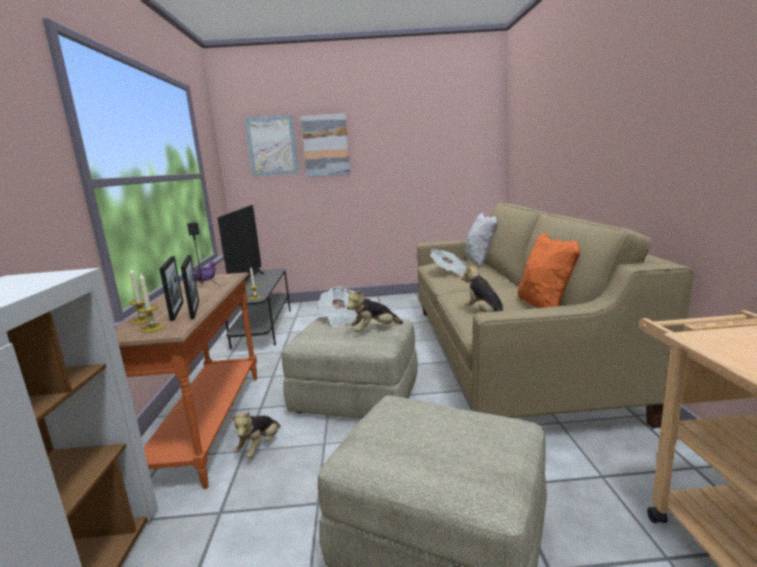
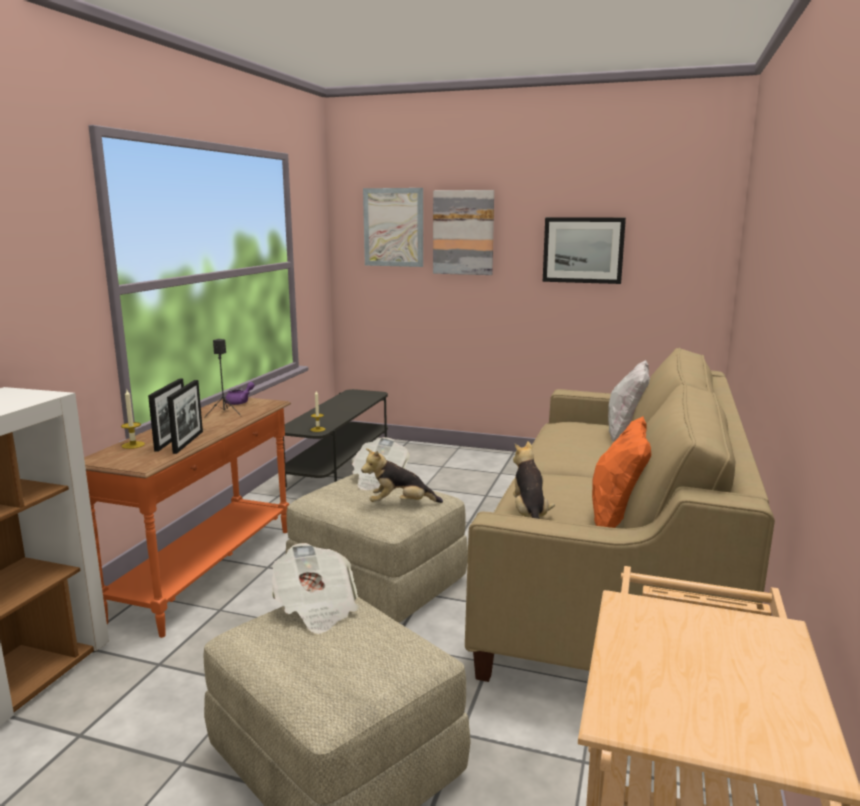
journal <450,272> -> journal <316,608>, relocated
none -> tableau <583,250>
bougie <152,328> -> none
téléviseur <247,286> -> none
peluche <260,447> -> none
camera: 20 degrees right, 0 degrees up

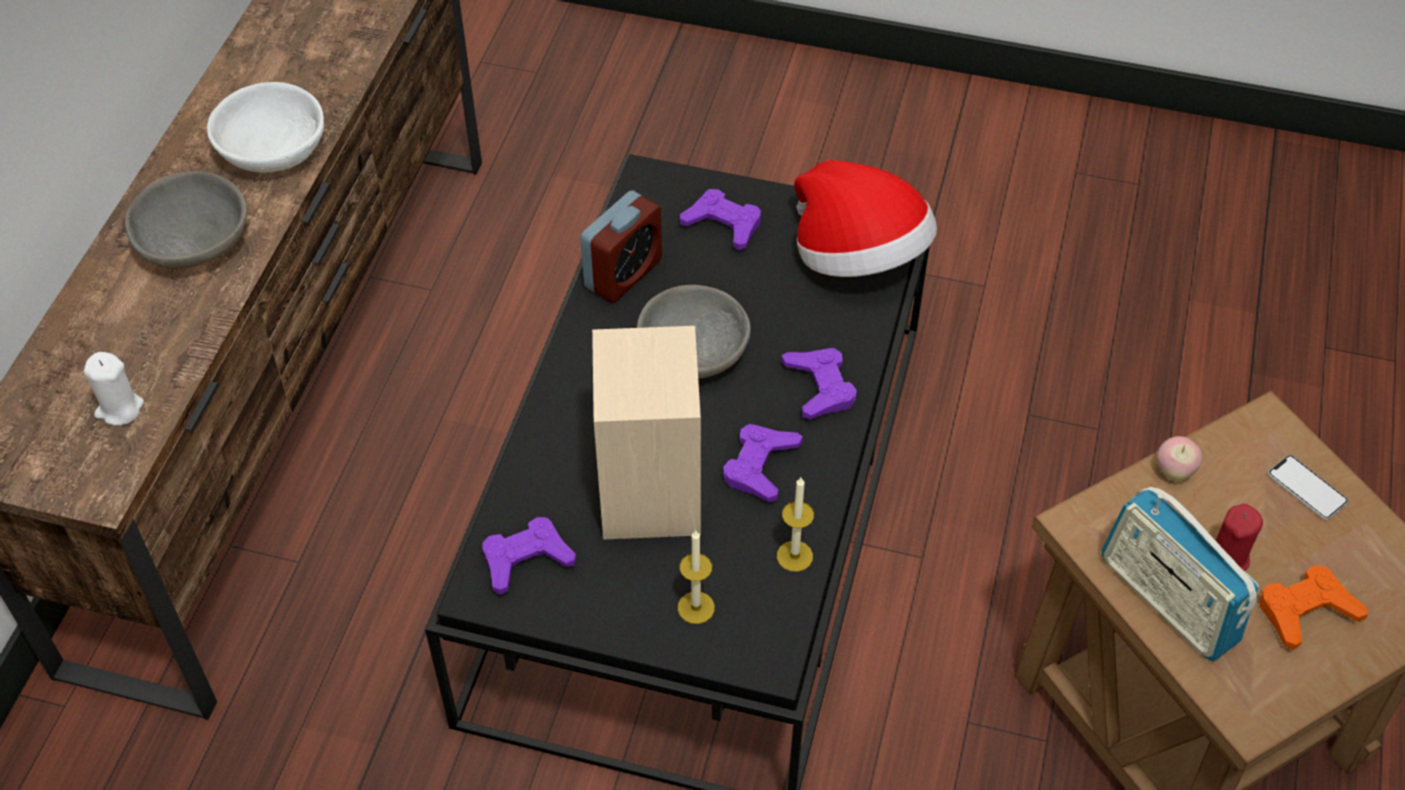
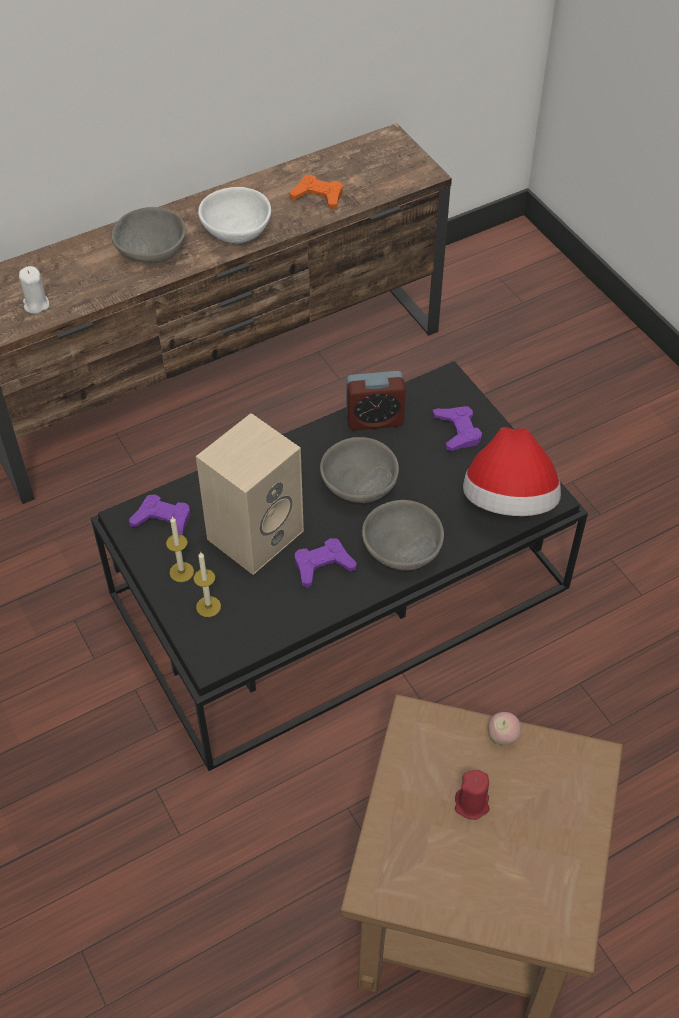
bougie <794,556> -> bougie <181,572>, relocated
manette (orange) <1306,611> -> manette (orange) <318,196>, relocated
manette (violet) <820,387> -> bol (gris) <402,551>
radio <1167,601> -> none
téléphone <1307,488> -> none
camera: 45 degrees right, 0 degrees up

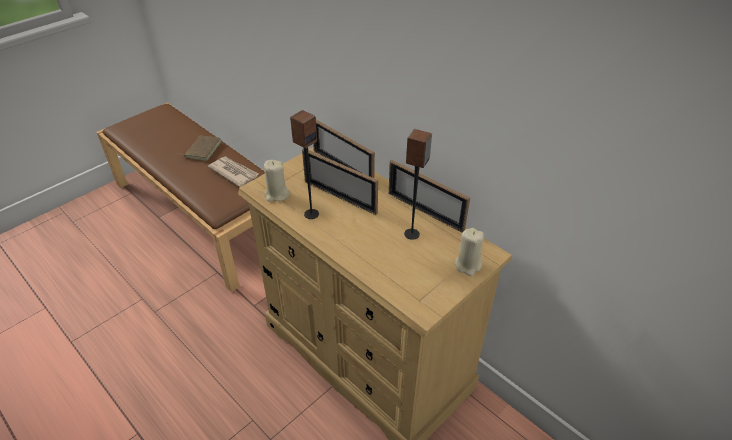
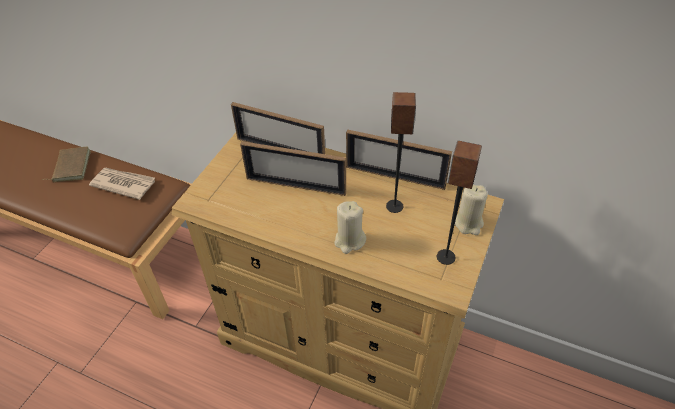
bougie (beige) <277,194> -> bougie (beige) <349,241>, relocated
enceinte <311,214> -> enceinte <445,257>, relocated
camera: 20 degrees left, 5 degrees up

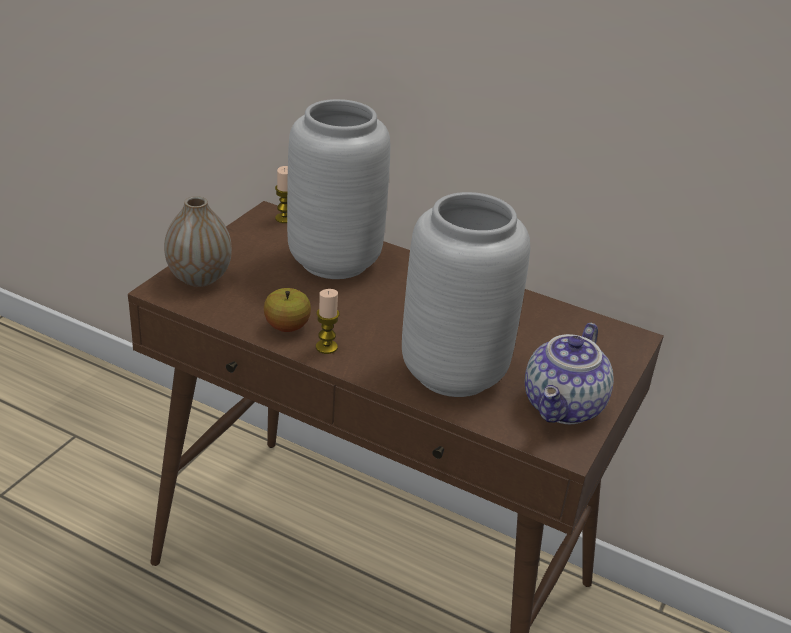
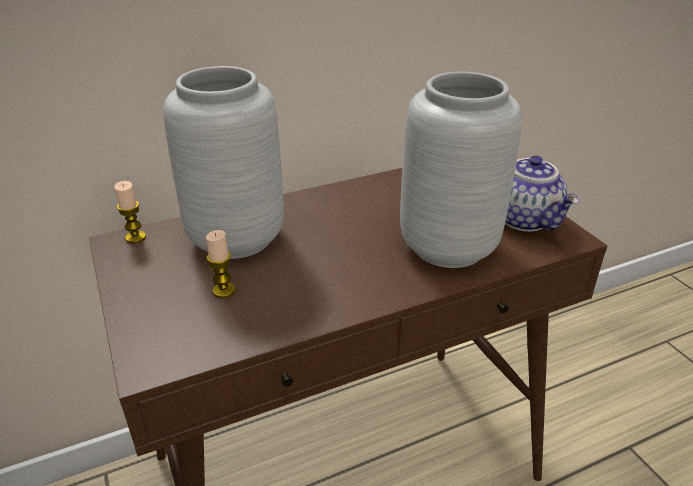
bougie <326,347> -> bougie <223,290>, relocated
vase <199,278> -> none
pomme <287,327> -> none
camera: 50 degrees left, 0 degrees up

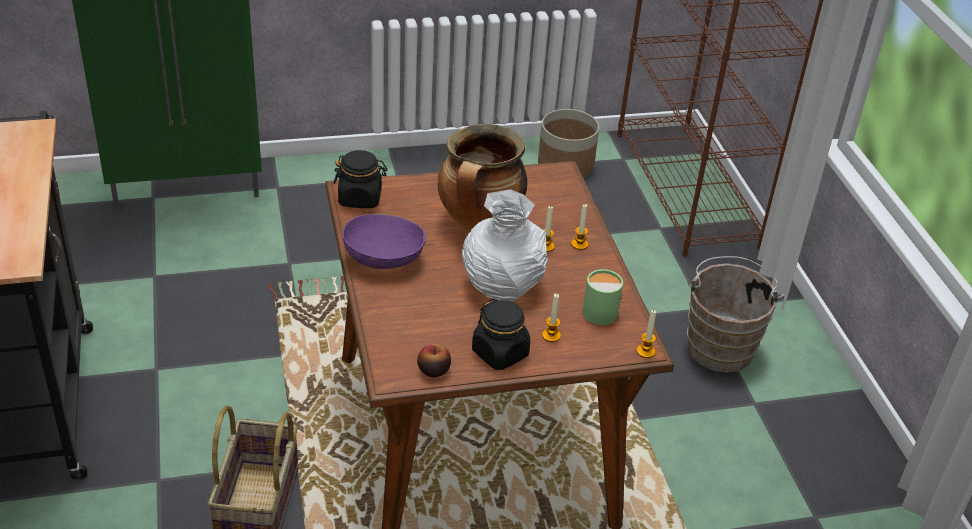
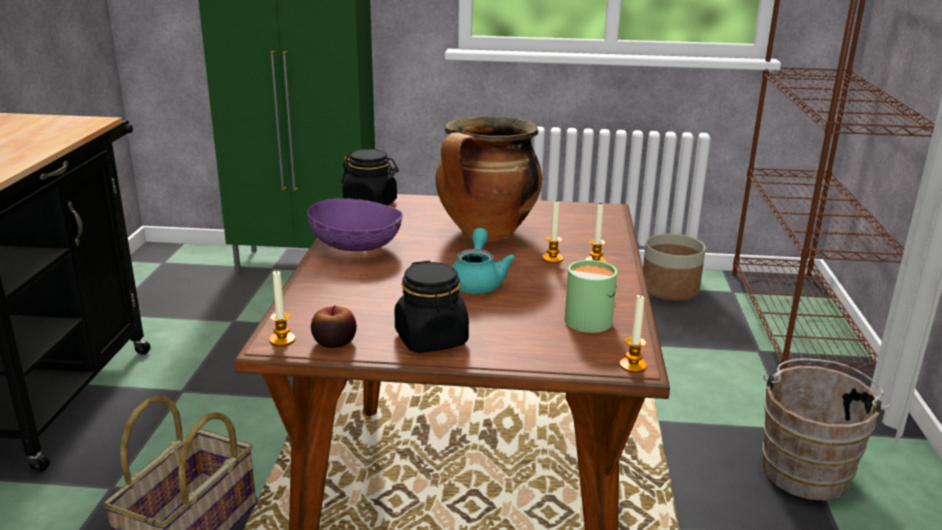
bougie <551,335> -> bougie <282,340>, relocated
vase (blanc) <502,284> -> théière (turquoise) <477,281>
camera: 20 degrees right, 15 degrees down

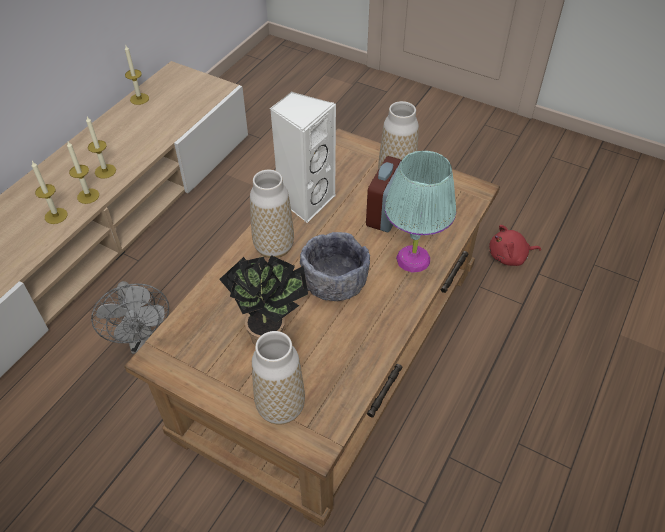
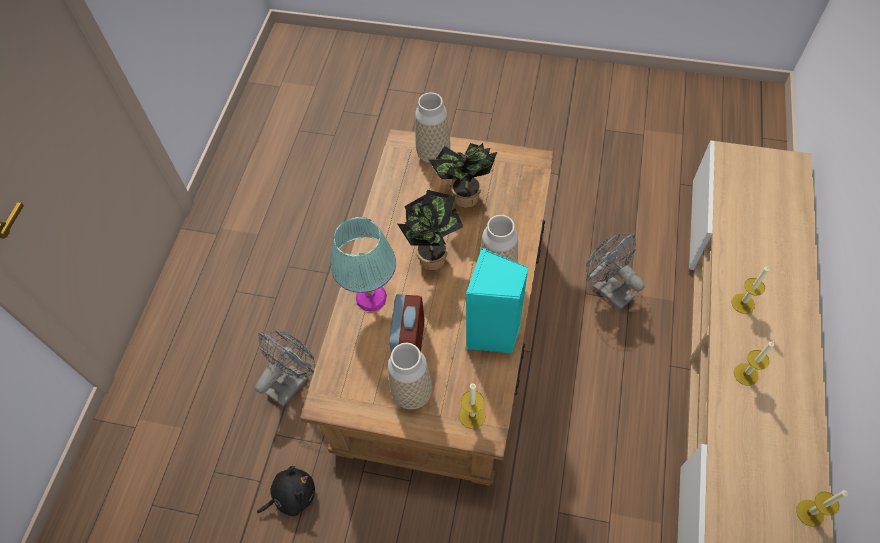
none -> ventilateur (gris) <292,380>
peluche (rouge) <509,256> -> peluche (noir) <292,495>
bol (gris) <334,282> -> plante en pot <432,255>
bougie <88,196> -> bougie <472,415>, relocated
enceinte (blanc) <305,200> -> enceinte (turquoise) <493,334>
camera: 165 degrees right, 10 degrees up

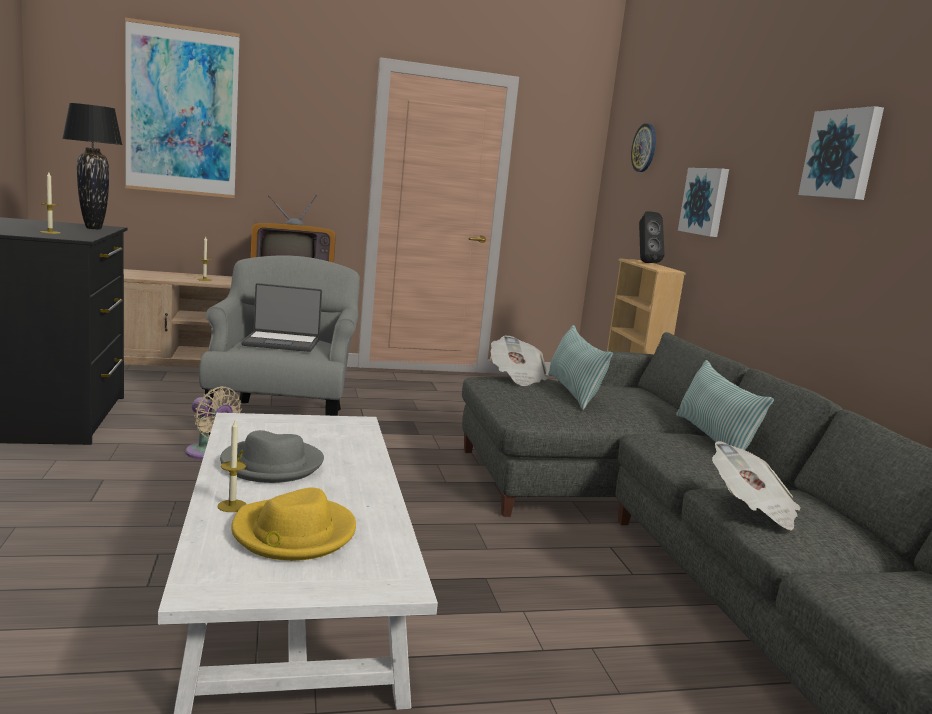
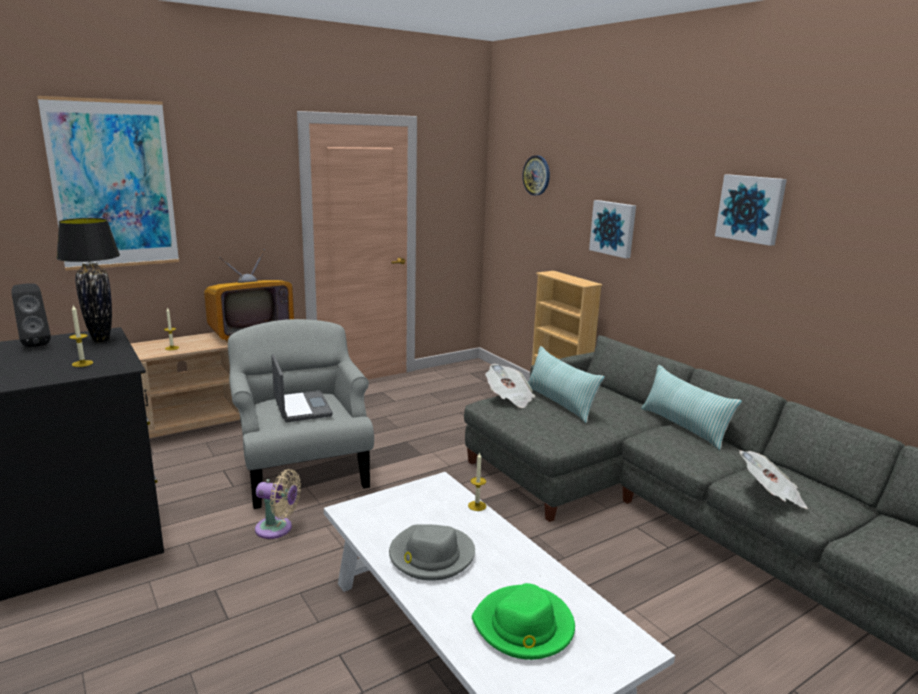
enceinte (noir) <645,262> -> enceinte (noir) <35,344>, relocated
ordinateur portable <282,343> -> ordinateur portable <301,407>, 90 degrees counterclockwise
bougie <232,506> -> bougie <477,506>, relocated
chapeau (jaune) <293,534> -> chapeau (vert) <524,626>
camera: 20 degrees left, 5 degrees up

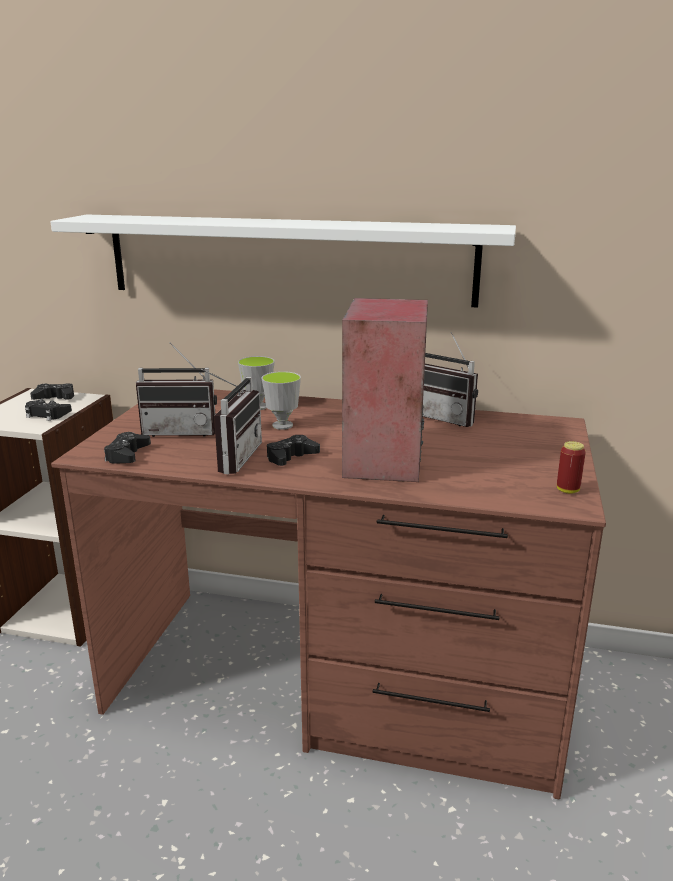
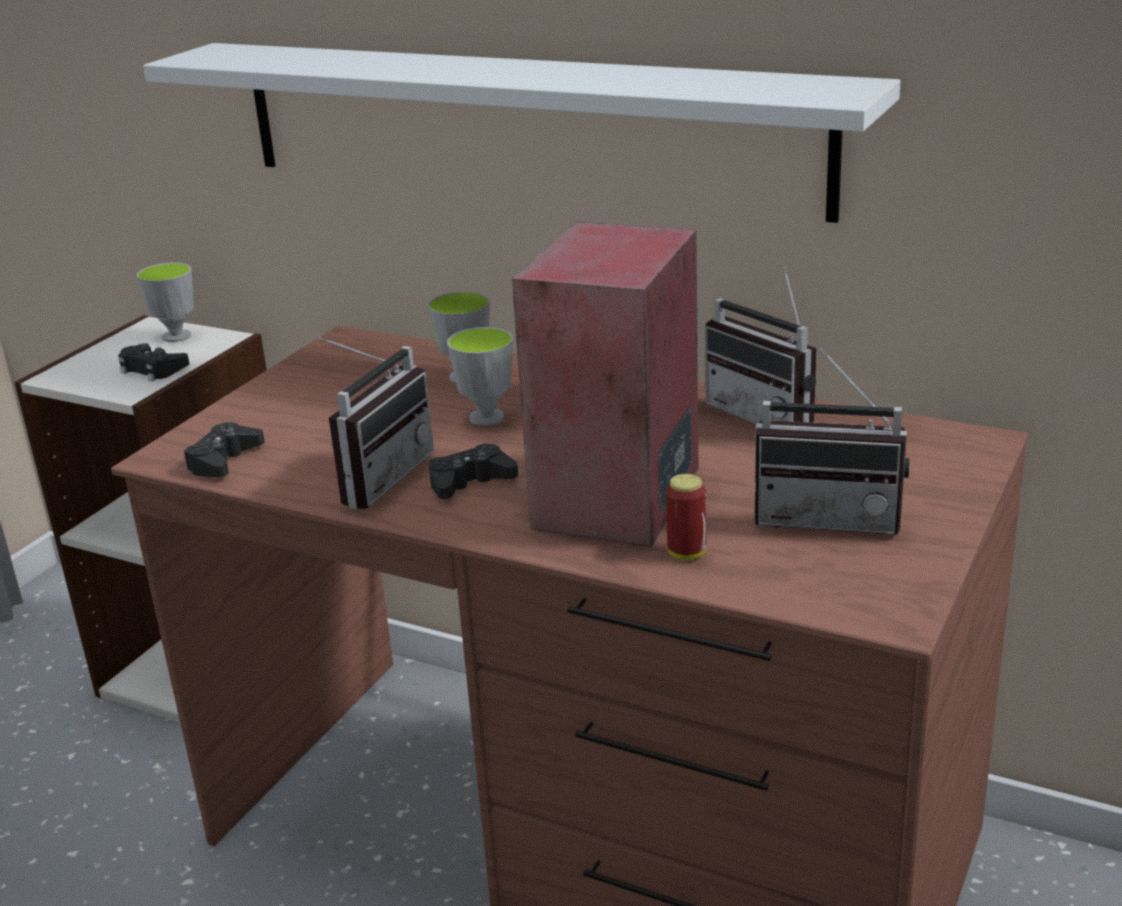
manette (noir) <55,397> -> tasse <176,336>
boîte métallique <567,490> -> boîte métallique <686,553>, relocated
radio <182,431> -> radio <829,517>, relocated
camera: 15 degrees right, 5 degrees up

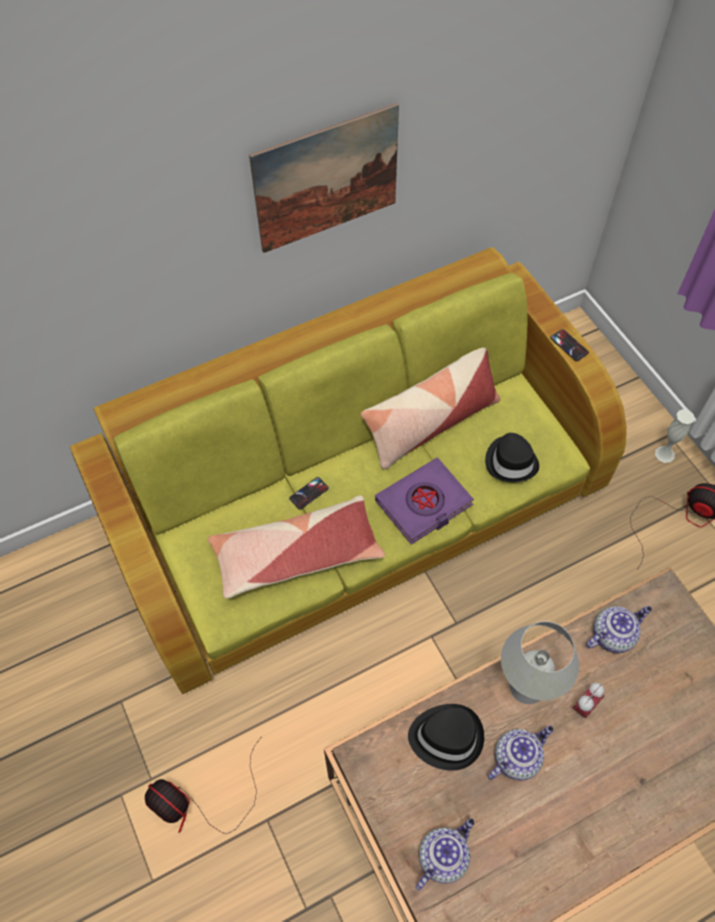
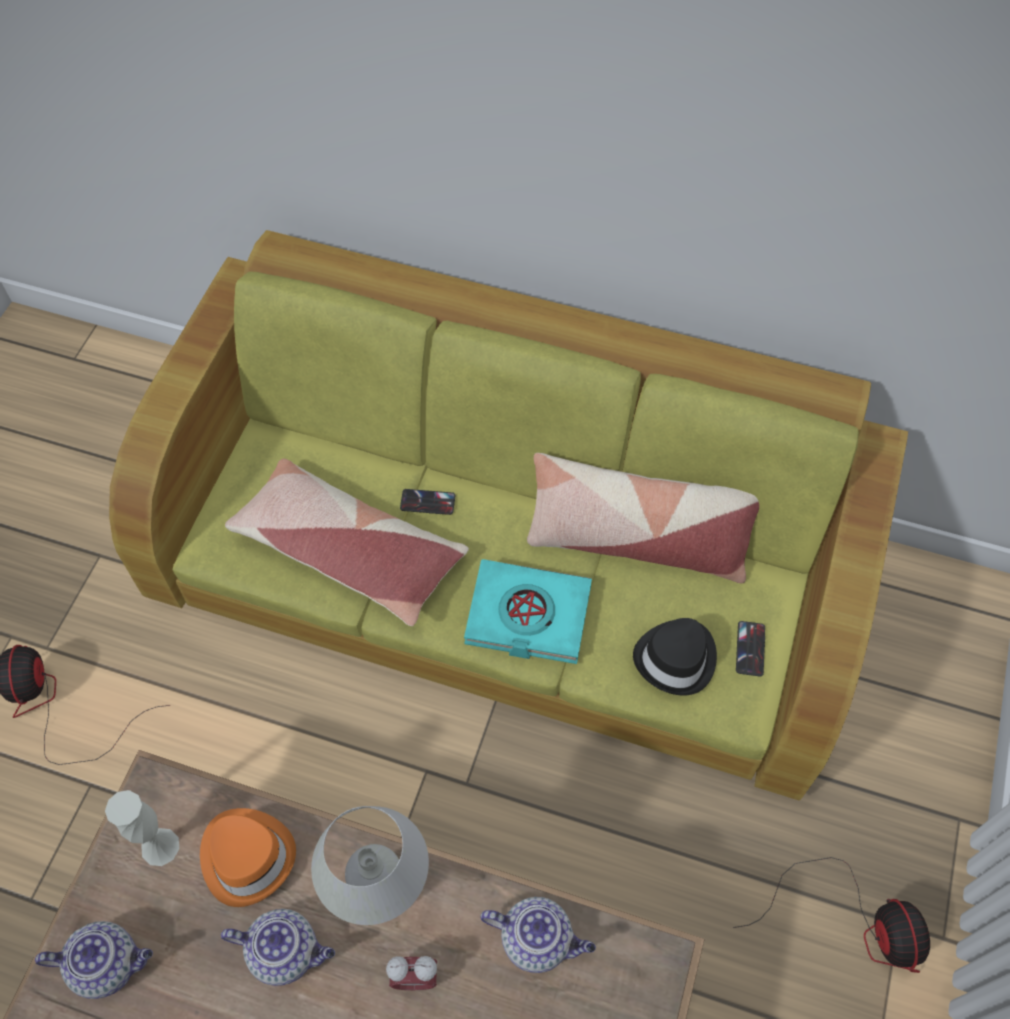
vase (blanc) <664,454> -> vase (blanc) <160,847>, relocated
chapeau (noir) <446,736> -> chapeau (orange) <248,856>
livre (violet) <424,504> -> livre (turquoise) <527,616>
téléphone <569,345> -> téléphone <750,649>, relocated
tableau <326,179> -> none
camera: 45 degrees right, 0 degrees up

